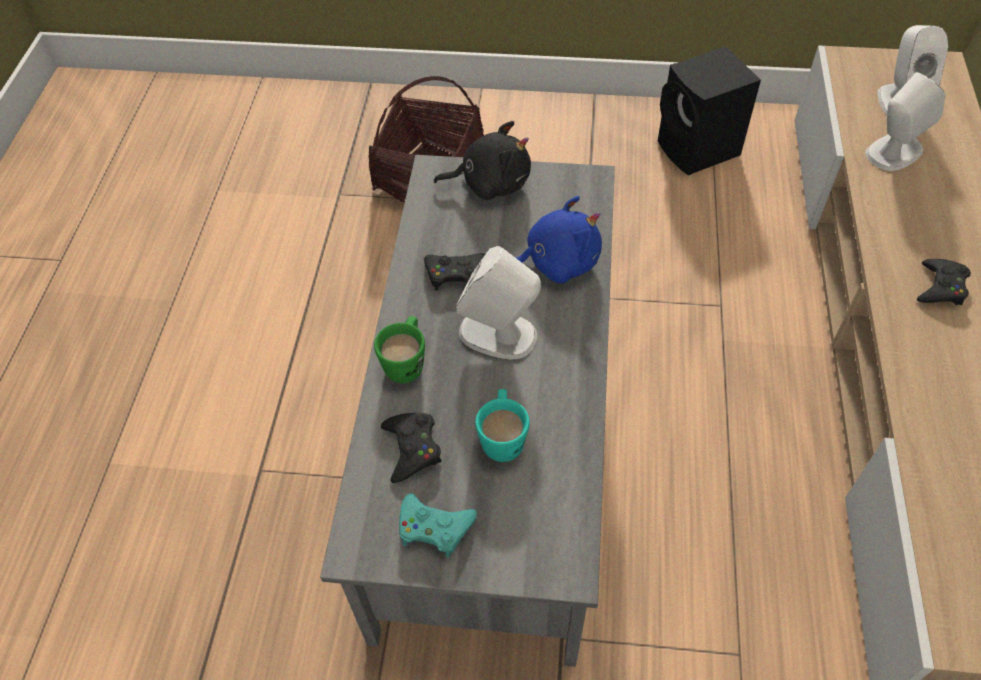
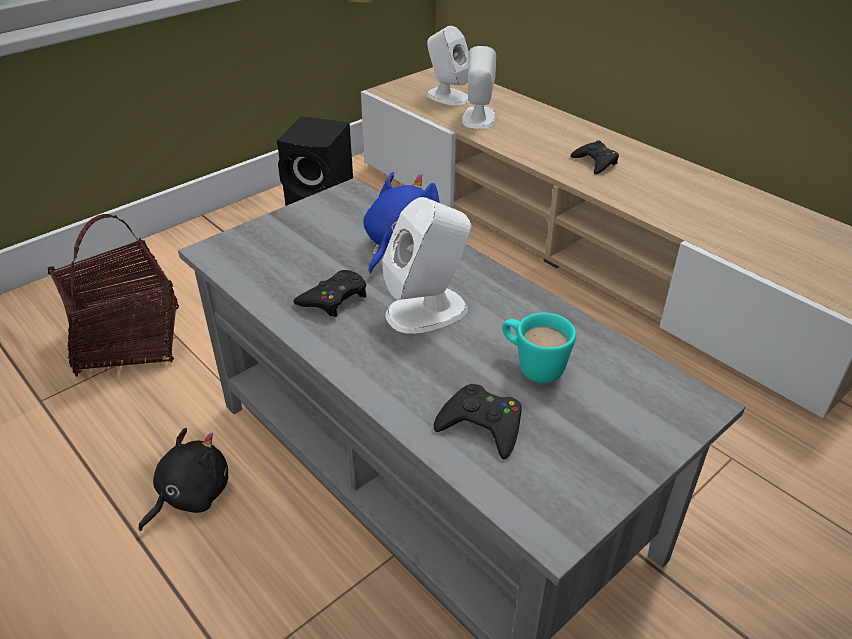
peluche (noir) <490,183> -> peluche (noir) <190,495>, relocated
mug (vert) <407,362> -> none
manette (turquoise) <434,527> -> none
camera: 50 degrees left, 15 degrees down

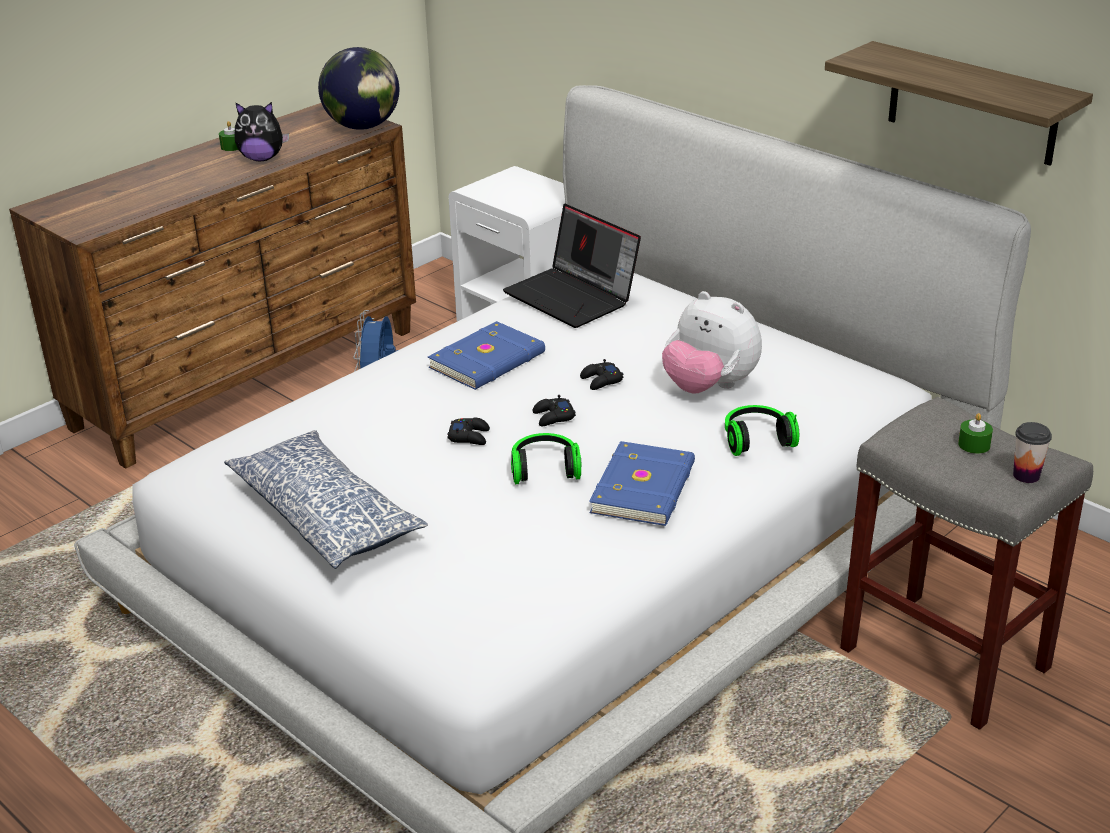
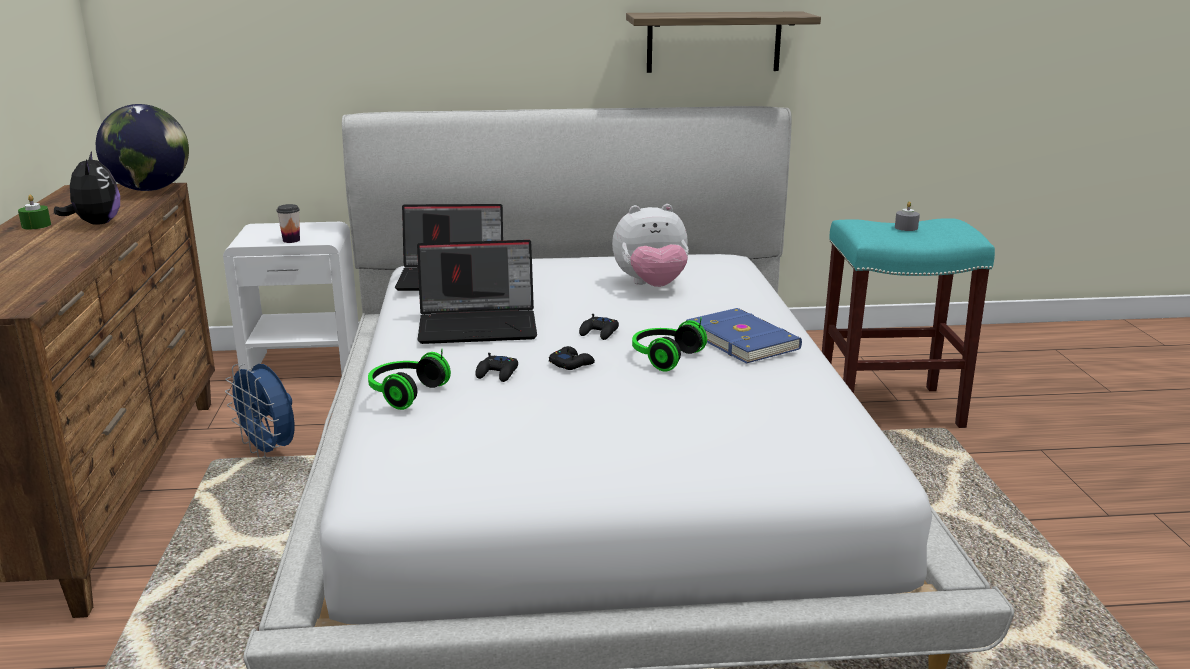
peluche <262,158> -> peluche <96,224>, 60 degrees counterclockwise
tasse <1026,475> -> tasse <291,240>, relocated
casque audio <756,440> -> casque audio <404,393>, relocated
livre (bleu) <489,361> -> ordinateur portable <479,325>
manette (noir) <601,380> -> manette (noir) <498,373>, relocated
tabouret (gris) <941,657> -> tabouret (turquoise) <887,408>
bougie (vert) <974,445> -> bougie (gris) <906,227>
coussin <326,514> -> none
camera: 50 degrees left, 10 degrees down

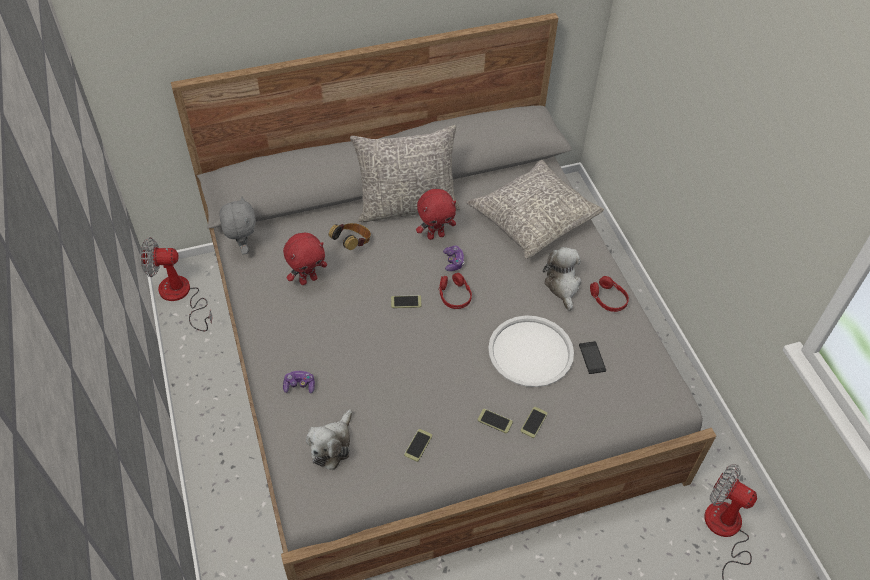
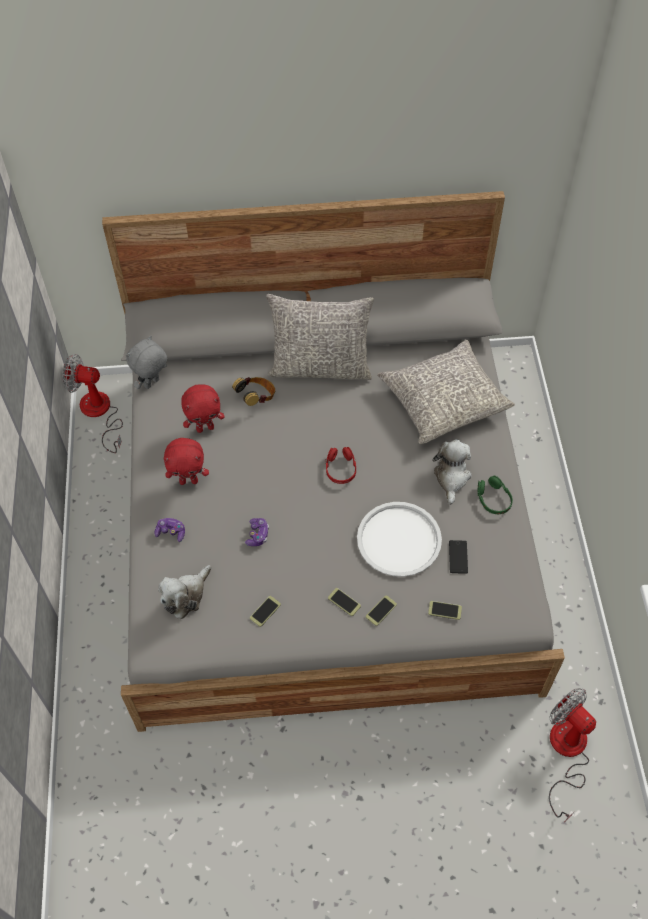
peluche (gris) <243,247> -> peluche (gris) <152,384>, 135 degrees counterclockwise
peluche (rouge) <435,235> -> peluche (rouge) <189,480>, relocated
manette <453,262> -> manette <257,535>, relocated
téléphone <406,302> -> téléphone <445,610>, relocated
casque audio (rouge) <608,299> -> casque audio (vert) <493,499>
camera: 15 degrees right, 5 degrees up

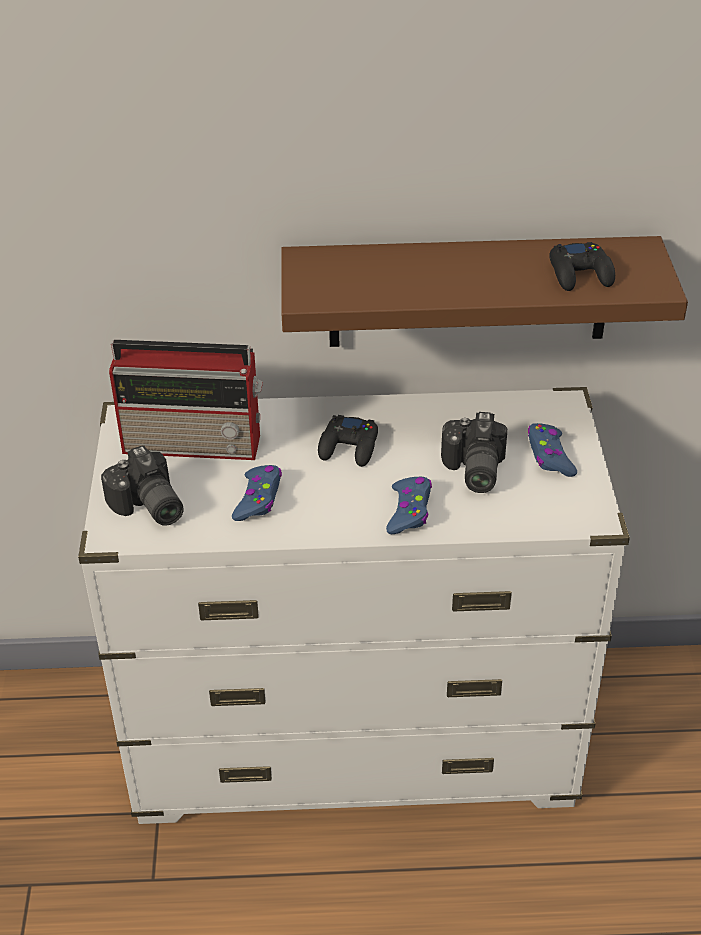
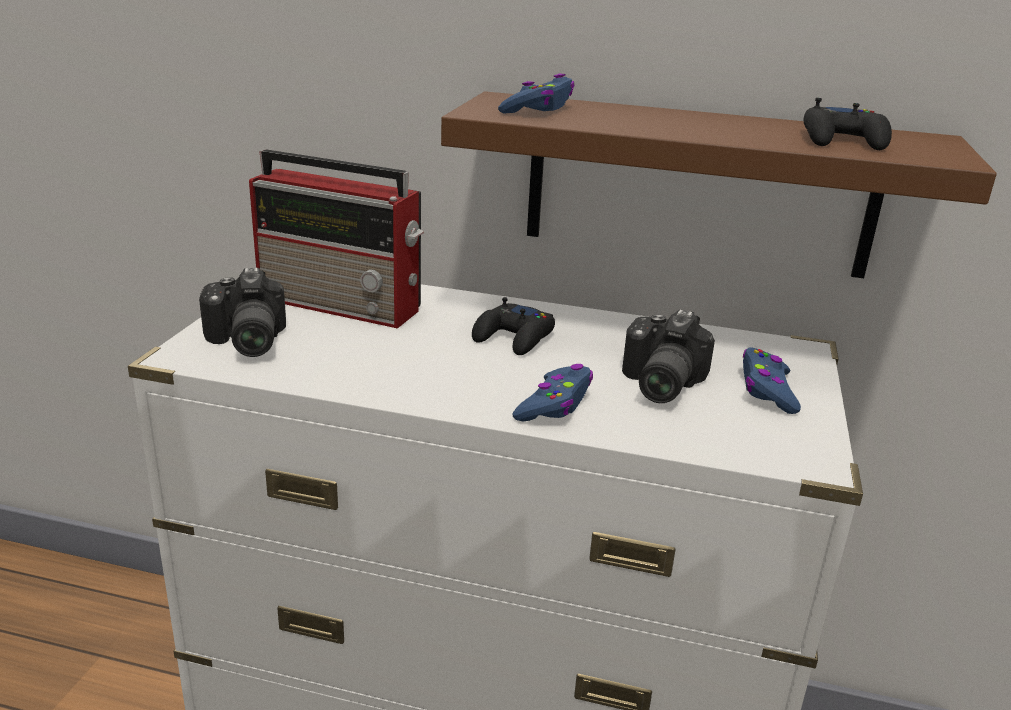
manette (bleu) <258,499> -> manette (bleu) <538,109>, relocated
camera: 15 degrees right, 15 degrees down

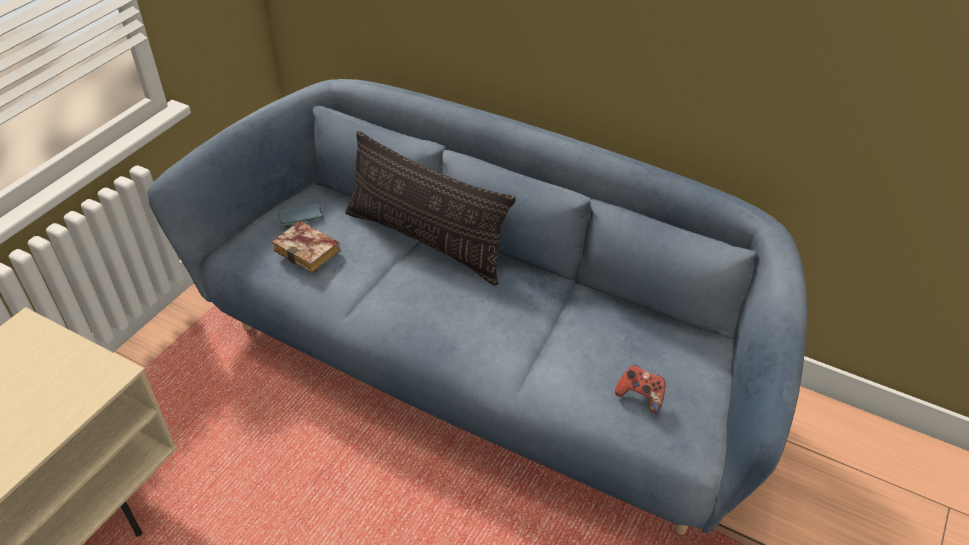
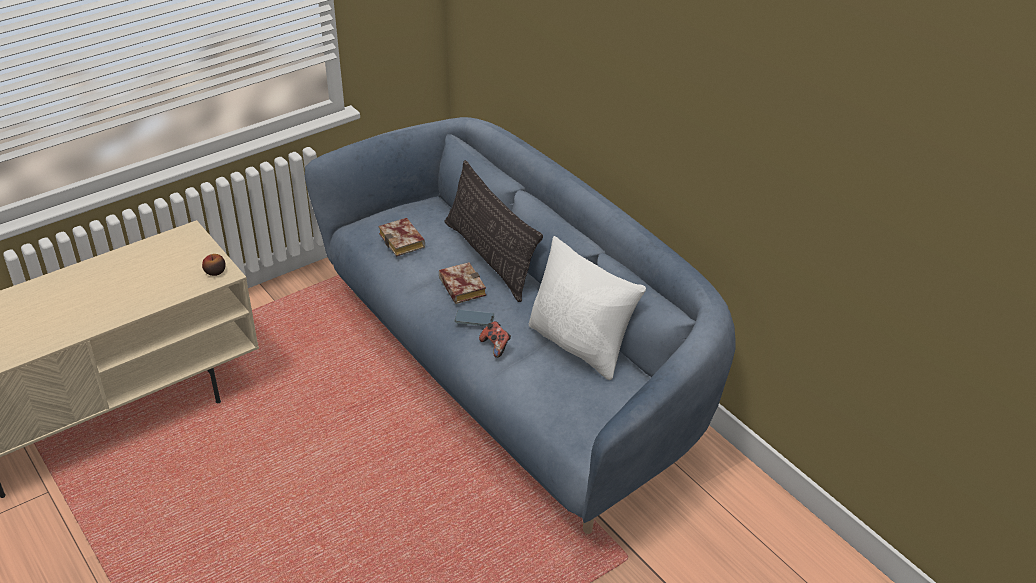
none -> pomme <215,272>
none -> livre <460,286>
téléphone <301,217> -> téléphone <474,320>, relocated
manette <640,396> -> manette <496,346>, relocated
none -> coussin (blanc) <581,346>
camera: 25 degrees right, 5 degrees down

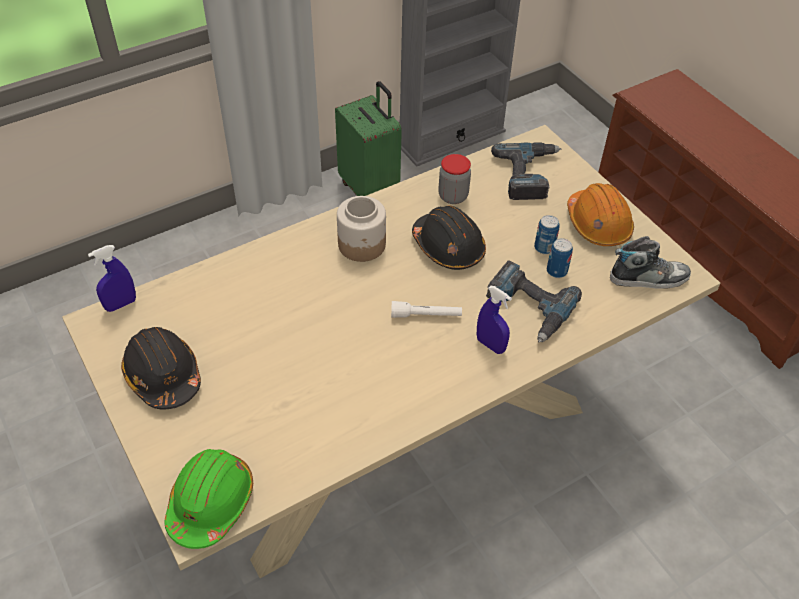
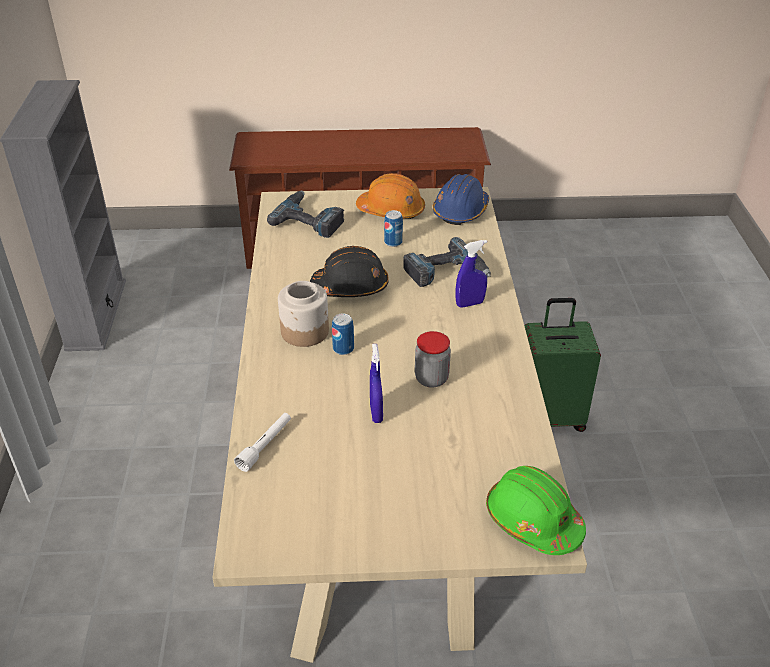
lampe de poche (blanc) <426,315> -> lampe de poche (blanc) <265,446>, relocated
boîte métallique <556,271> -> boîte métallique <343,349>, relocated
vaporisateur (bleu) <121,304> -> vaporisateur (bleu) <376,413>, relocated
bocal <453,196> -> bocal <431,379>, relocated
chaussure <648,278> -> casque de chantier (bleu) <461,211>
valise (vert) <370,190> -> valise (vert) <549,416>, relocated
casque de chantier (noir) <163,376> -> none
camera: 60 degrees left, 10 degrees down

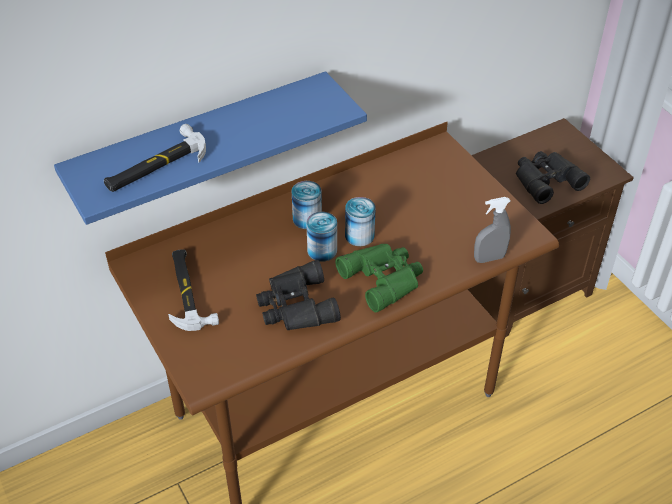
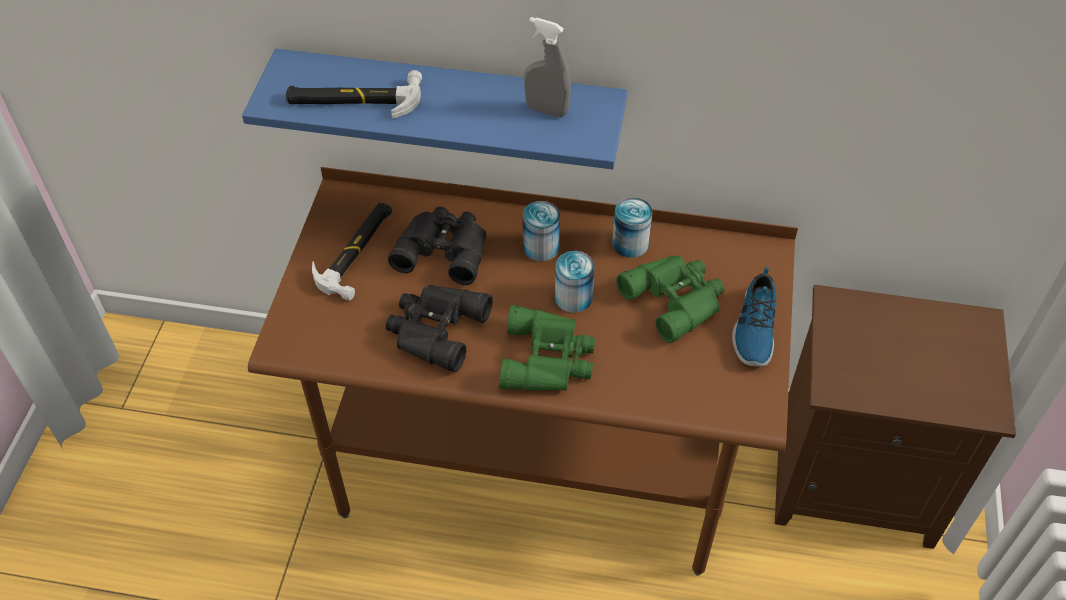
jumelles (noir) <545,179> -> jumelles (noir) <443,248>, relocated
vaporisateur (gris) <489,258> -> vaporisateur (gris) <546,110>, relocated
boîte métallique <322,250> -> boîte métallique <630,244>, relocated
none -> jumelles (vert) <676,299>
none -> chaussure <754,328>
camera: 40 degrees right, 5 degrees up

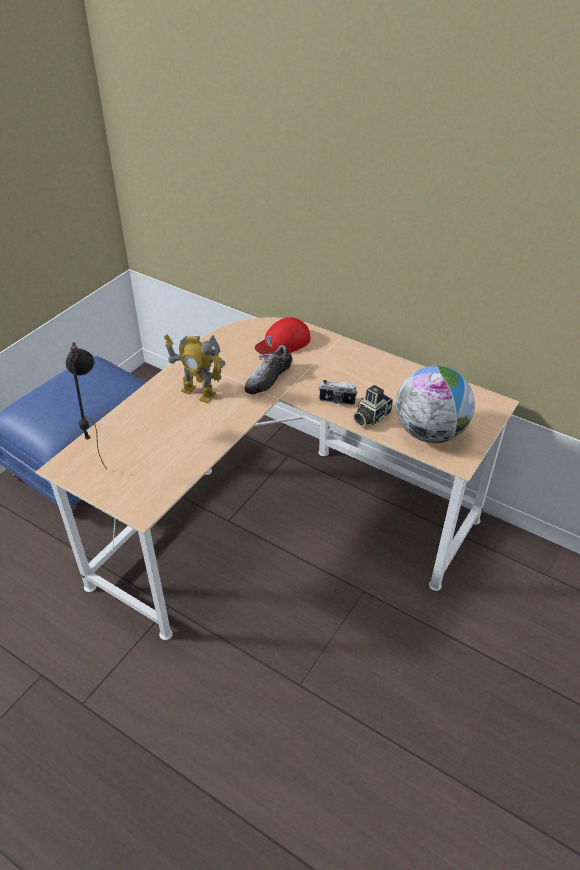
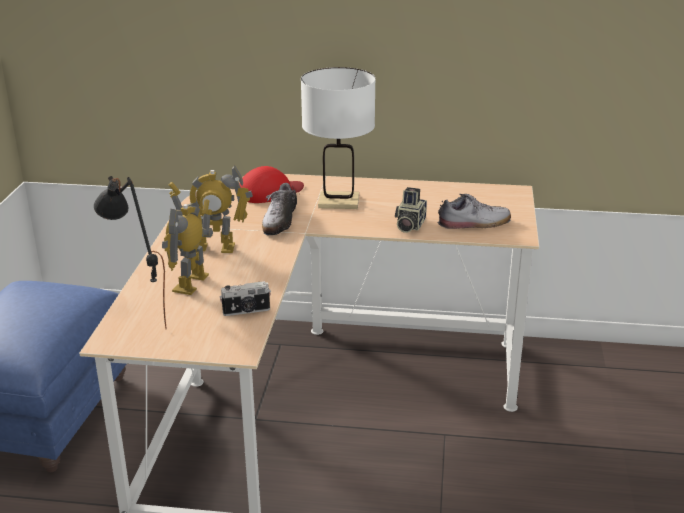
none -> robot jouet <192,283>
appareil photo <337,401> -> appareil photo <246,311>, relocated
casquette (rouge) <283,342> -> casquette (rouge) <270,192>, 150 degrees counterclockwise
none -> lampe de table (blanc) <338,202>
globe <429,432> -> chaussure <474,223>
camera: 25 degrees left, 15 degrees down

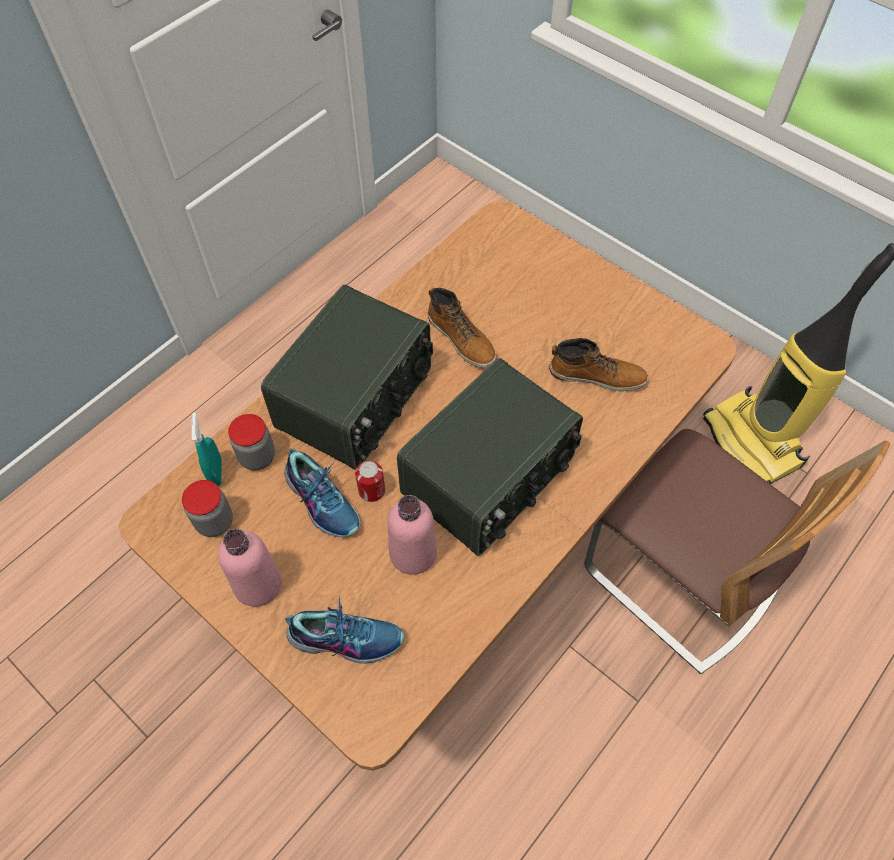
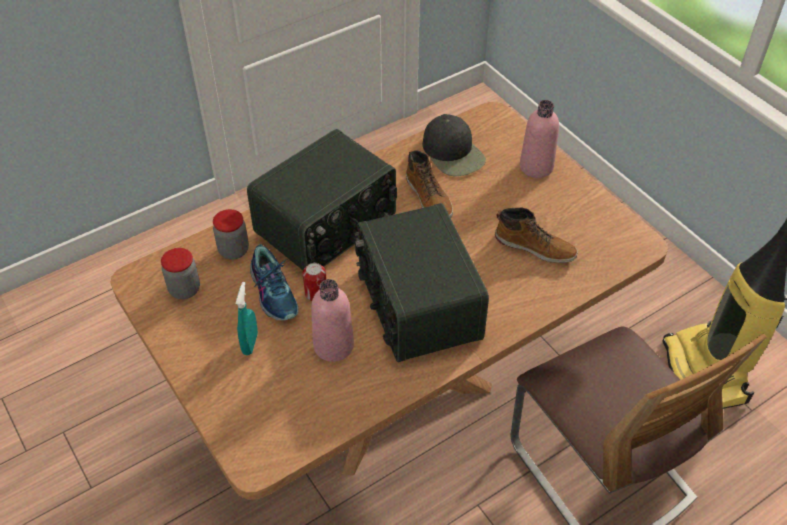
vaporisateur (turquoise) <216,473> -> vaporisateur (turquoise) <250,343>, relocated
radio <490,478> -> radio <416,304>, 105 degrees clockwise
none -> casquette (noir) <453,153>
bouteille (rose) <258,584> -> bouteille (rose) <536,167>, relocated
chaussure <346,637> -> none
camera: 15 degrees right, 10 degrees down

